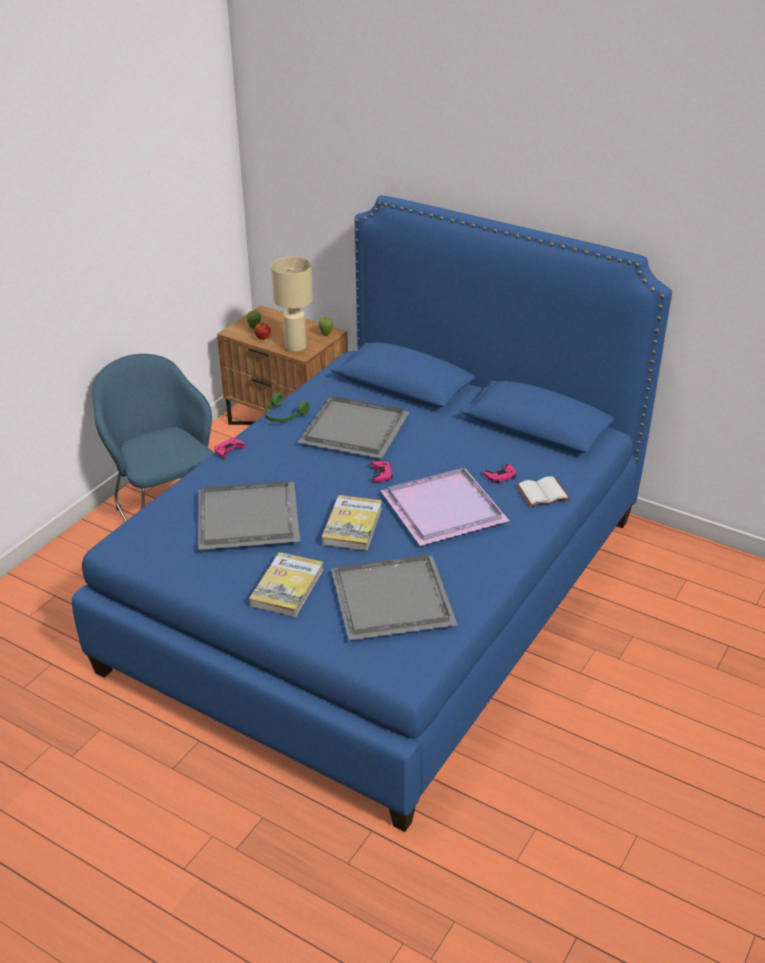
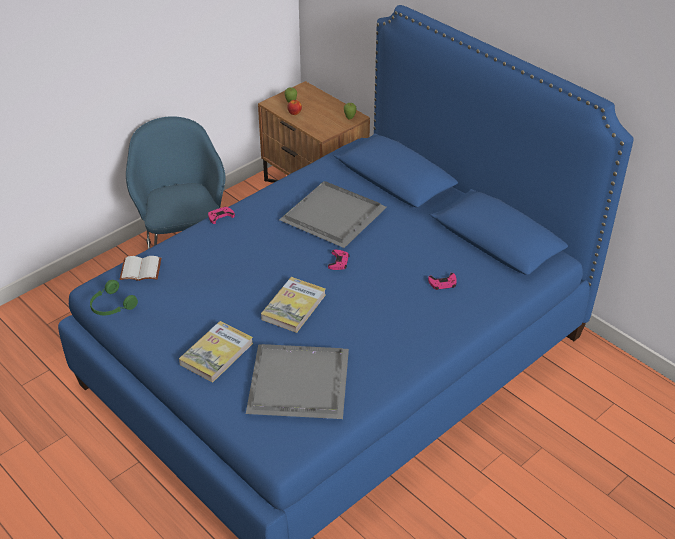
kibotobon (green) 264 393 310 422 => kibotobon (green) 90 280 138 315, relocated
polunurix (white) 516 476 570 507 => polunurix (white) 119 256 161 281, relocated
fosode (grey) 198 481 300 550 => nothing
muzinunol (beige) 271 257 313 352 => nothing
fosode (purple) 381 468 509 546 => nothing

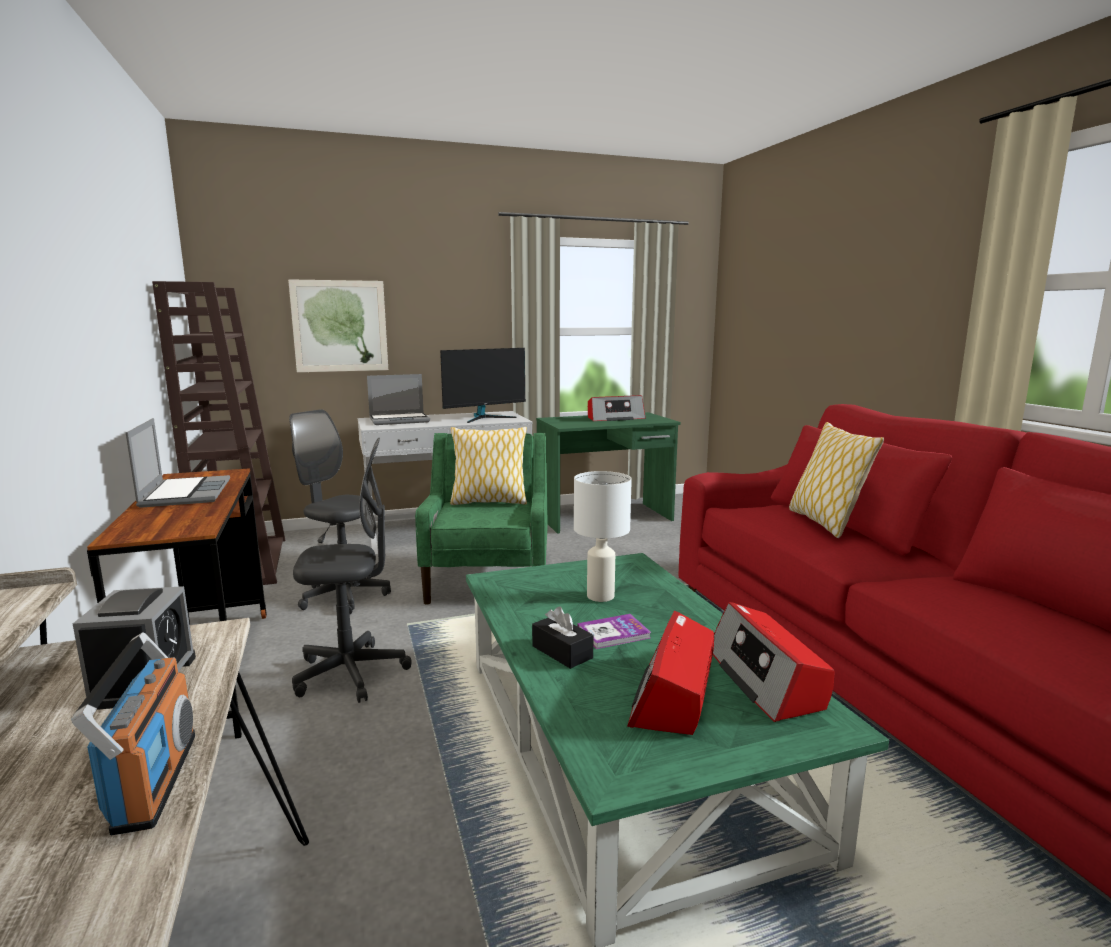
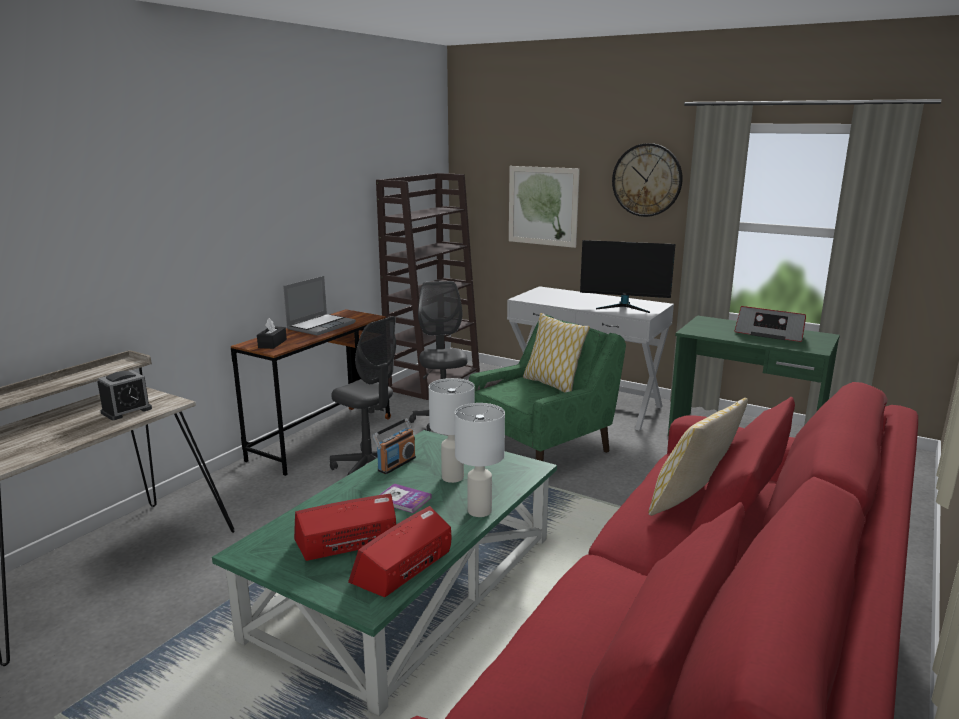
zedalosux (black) 532 606 594 669 => zedalosux (black) 257 318 287 349, relocated
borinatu 71 632 195 835 => borinatu 372 418 416 474, relocated
nothing => muzinunol (white) 455 403 505 517
nothing => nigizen 612 143 683 217
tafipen 367 374 430 425 => nothing

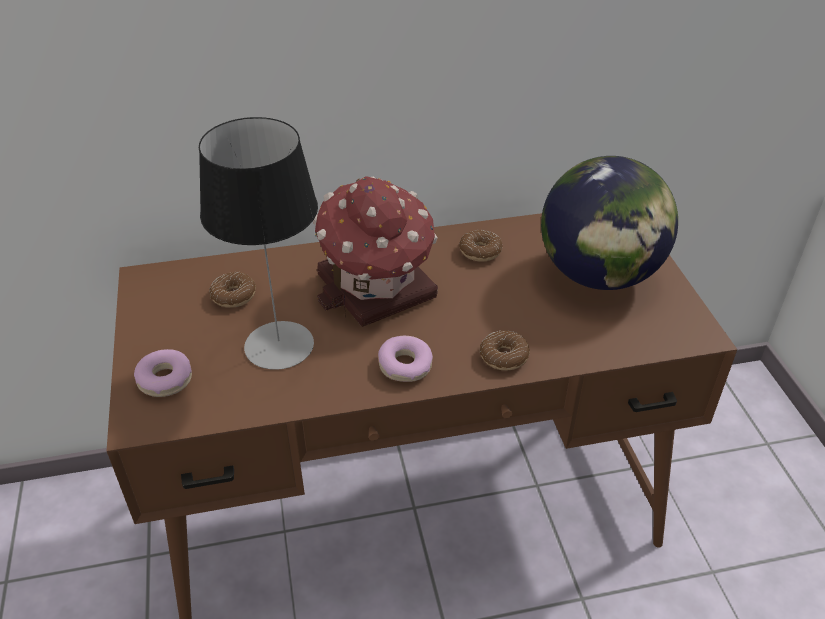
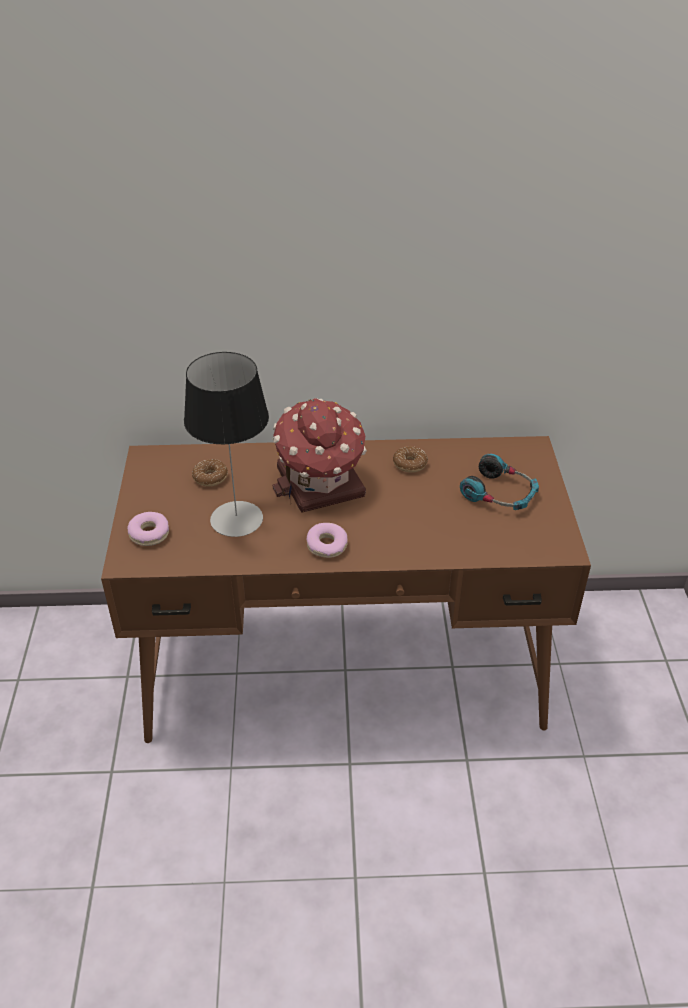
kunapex 541 156 678 290 => kibotobon 460 454 539 510
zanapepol 480 331 530 371 => nothing

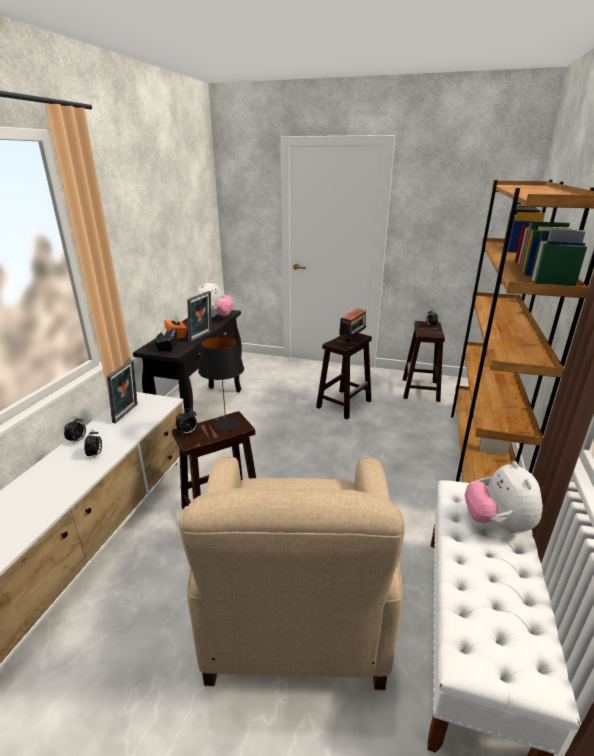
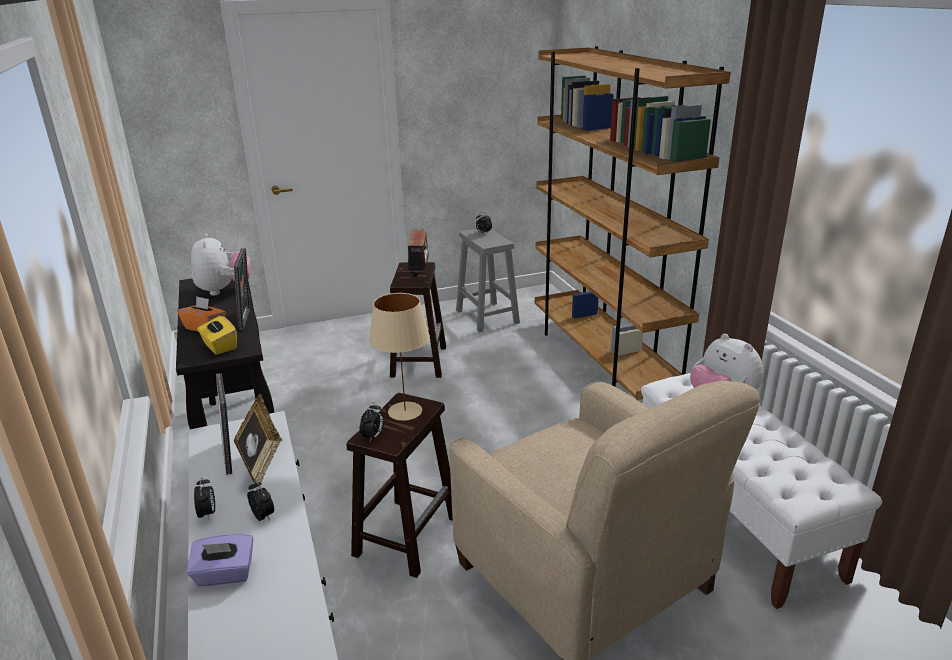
nothing => zedalosux (purple) 187 534 253 586
zedalosux (black) 154 325 177 351 => zedalosux (yellow) 197 316 237 355
nothing => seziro 234 393 282 487
muzinunol (black) 198 336 244 431 => muzinunol (beige) 369 293 430 421
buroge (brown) 403 321 445 402 => buroge (grey) 456 229 520 332

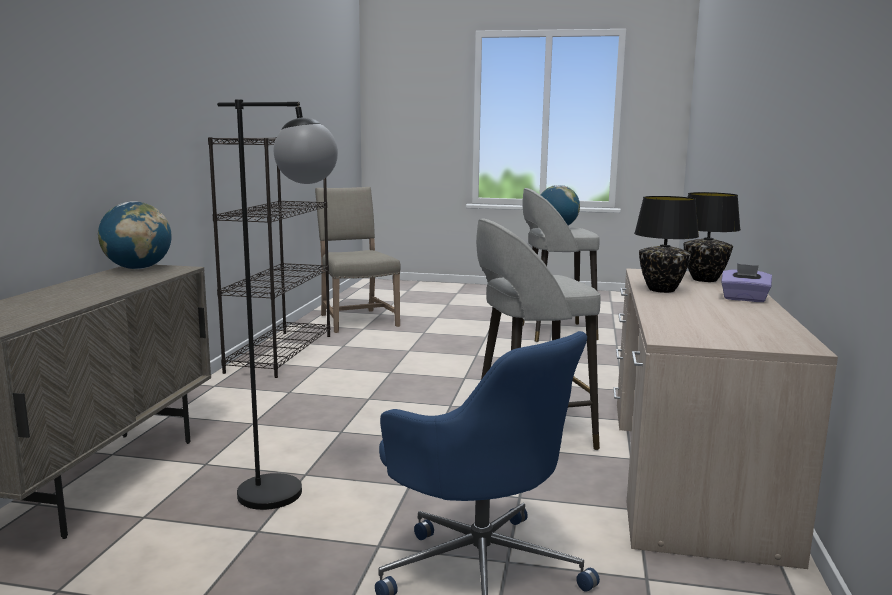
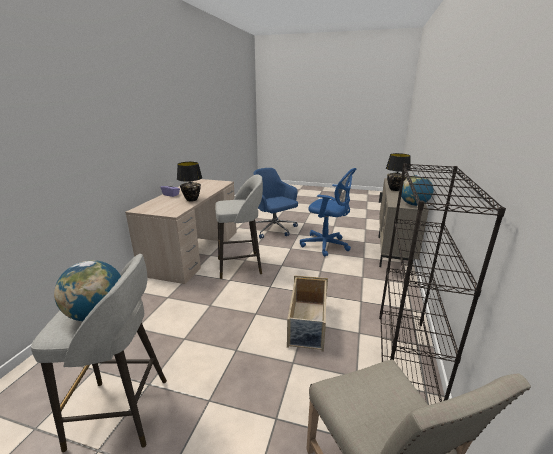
nothing => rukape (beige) 287 275 328 352
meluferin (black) 217 99 338 510 => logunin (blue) 300 168 356 257
muzinunol (black) 683 192 741 282 => muzinunol (black) 386 153 411 191, relocated

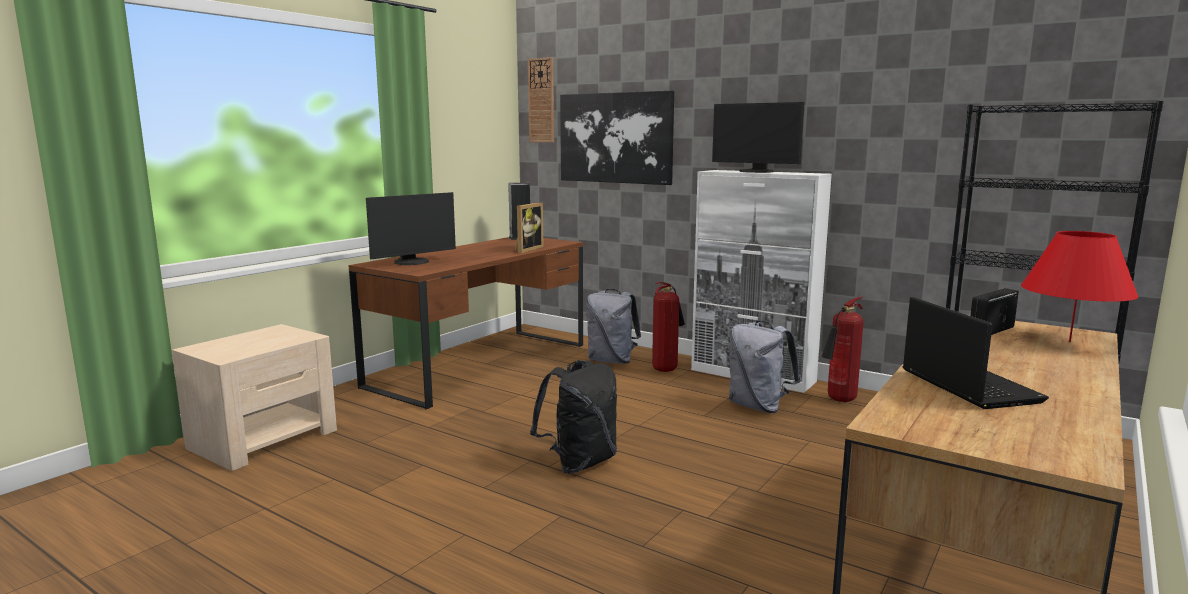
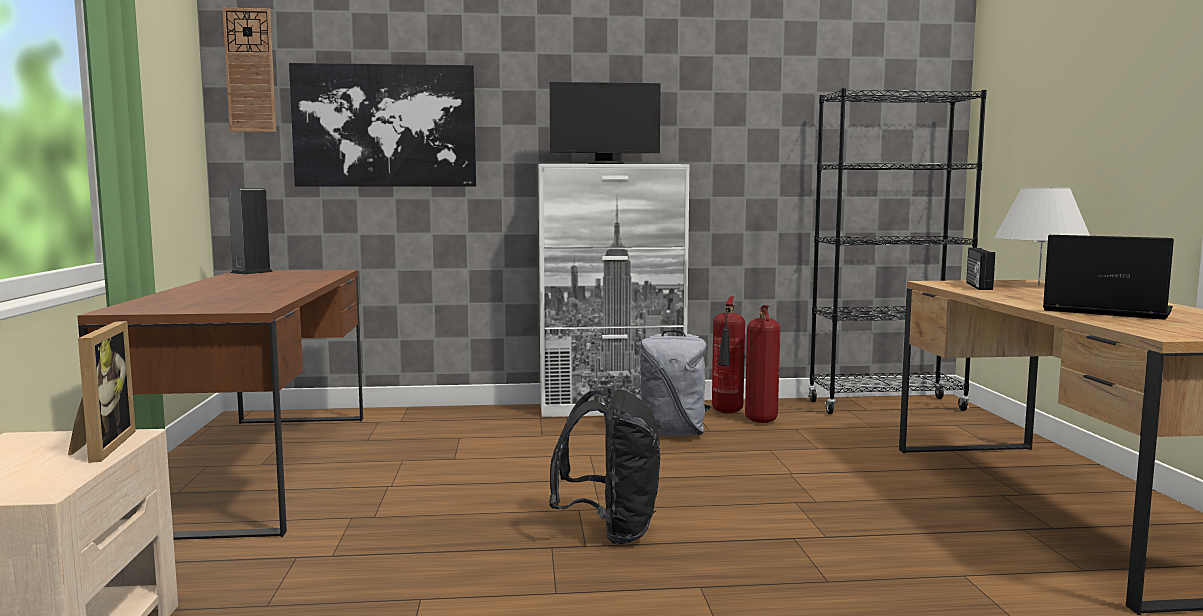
seziro 515 202 543 253 => seziro 68 321 136 463, relocated
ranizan 652 282 685 372 => ranizan 745 305 780 423, relocated
muzinunol (red) 1021 231 1139 342 => muzinunol (white) 994 188 1090 286
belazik 366 192 456 265 => nothing
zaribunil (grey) 586 289 641 364 => nothing

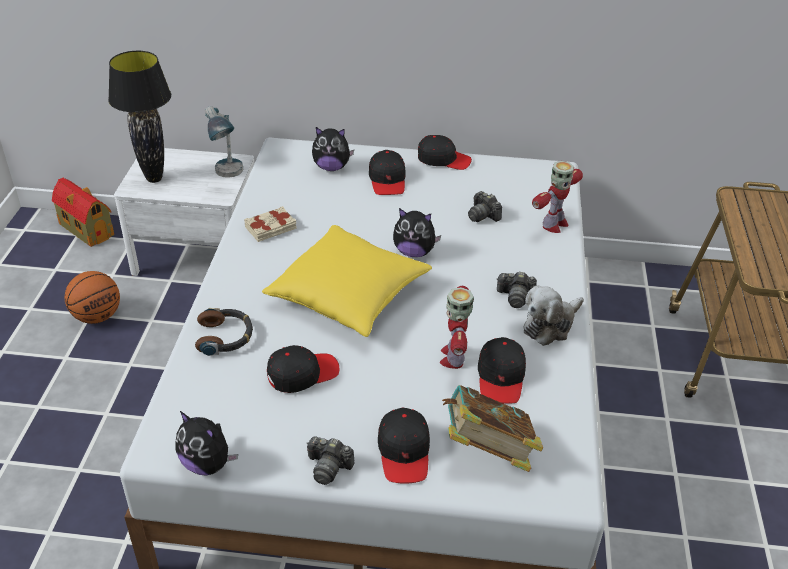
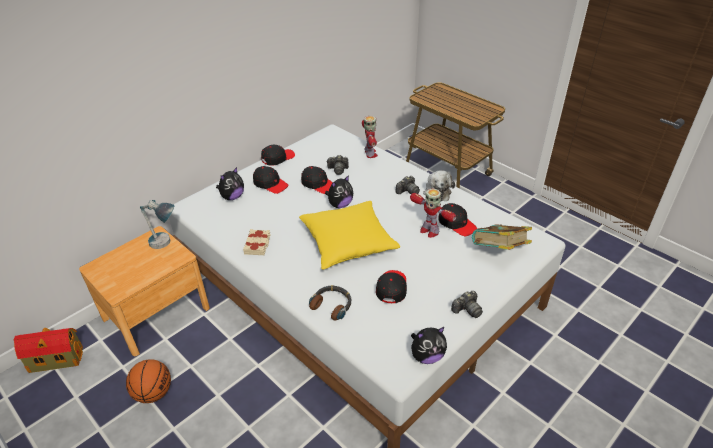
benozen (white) 114 148 255 276 => benozen (brown) 79 226 210 356
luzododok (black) 378 408 430 484 => luzododok (black) 301 166 332 194, relocated
muzinunol (black) 108 51 171 183 => nothing

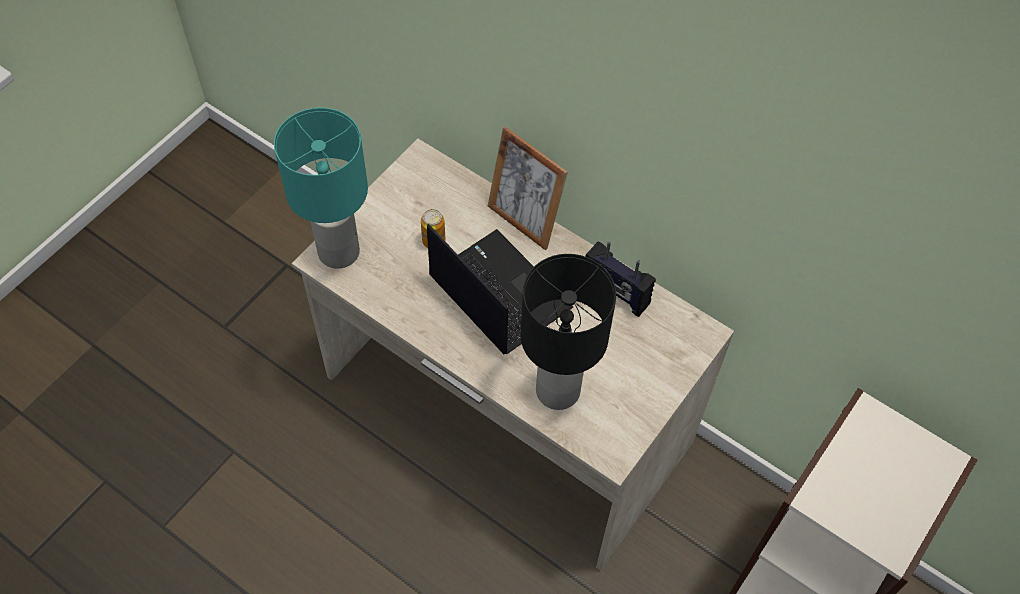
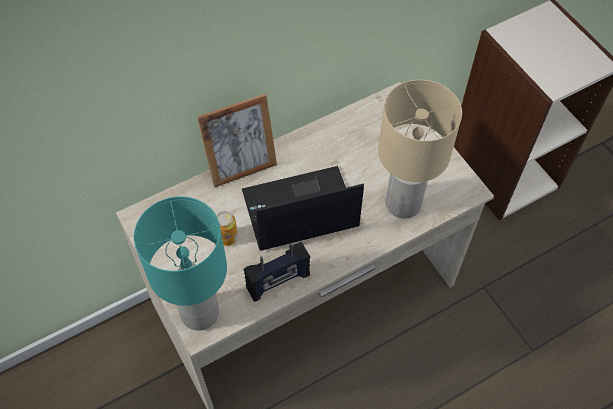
borinatu 585 241 656 317 => borinatu 244 242 310 302, relocated
muzinunol (black) 521 254 616 410 => muzinunol (beige) 378 80 462 219

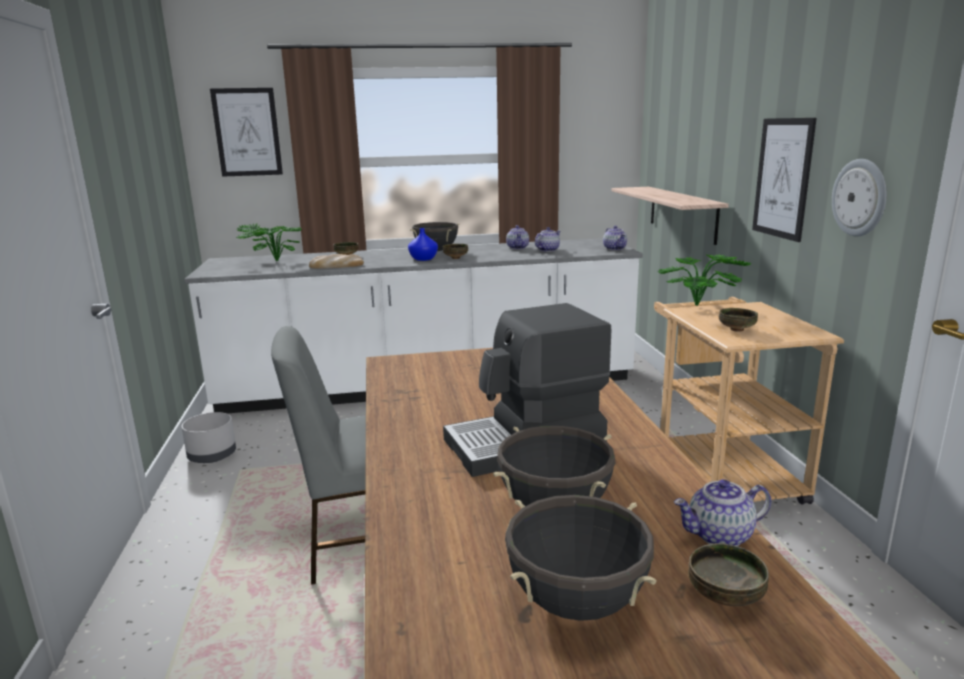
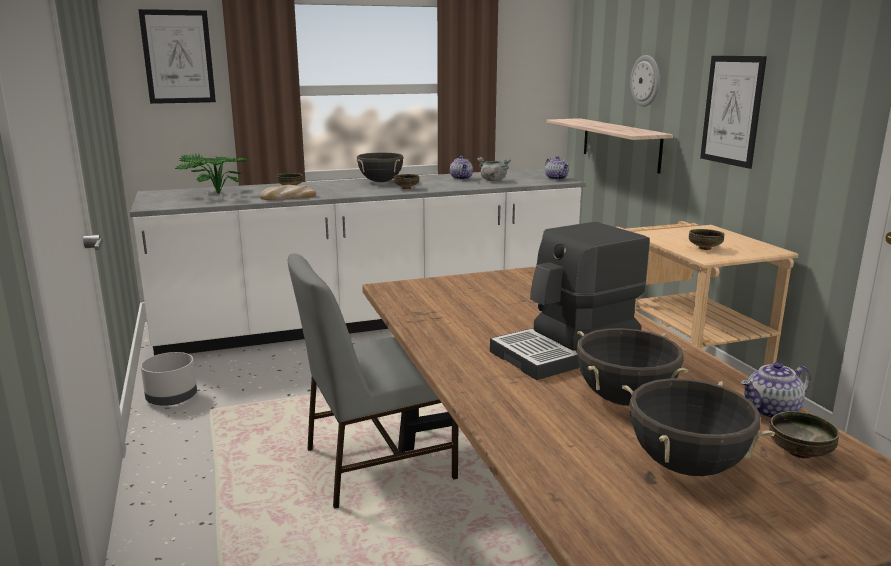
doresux 535 227 561 252 => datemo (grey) 477 157 511 181
nigizen 832 159 887 237 => nigizen 630 55 660 107, relocated
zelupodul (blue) 408 228 438 261 => nothing
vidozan 658 254 751 306 => nothing

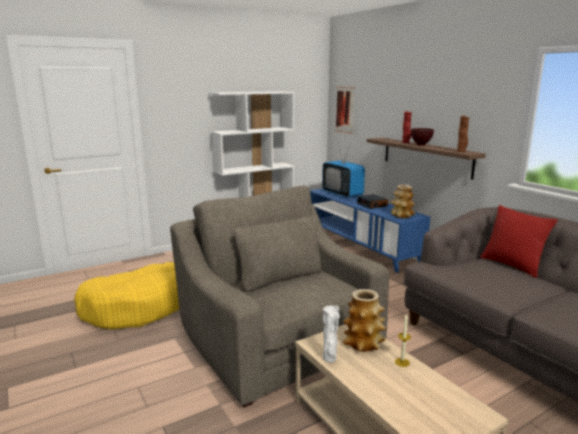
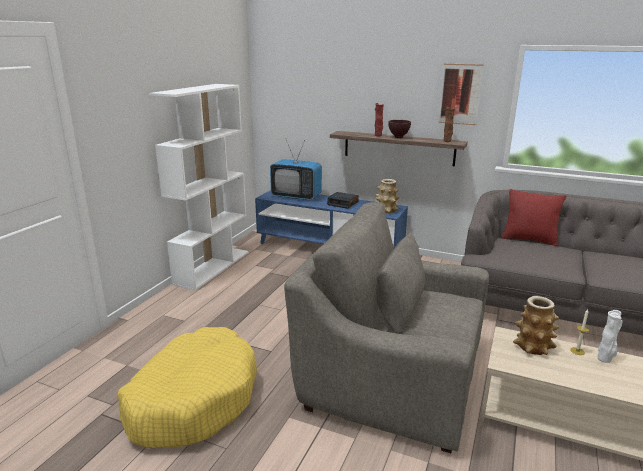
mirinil 335 87 355 134 => mirinil 438 64 484 125, relocated
zelupodul (white) 323 306 340 363 => zelupodul (white) 597 310 623 363, relocated

